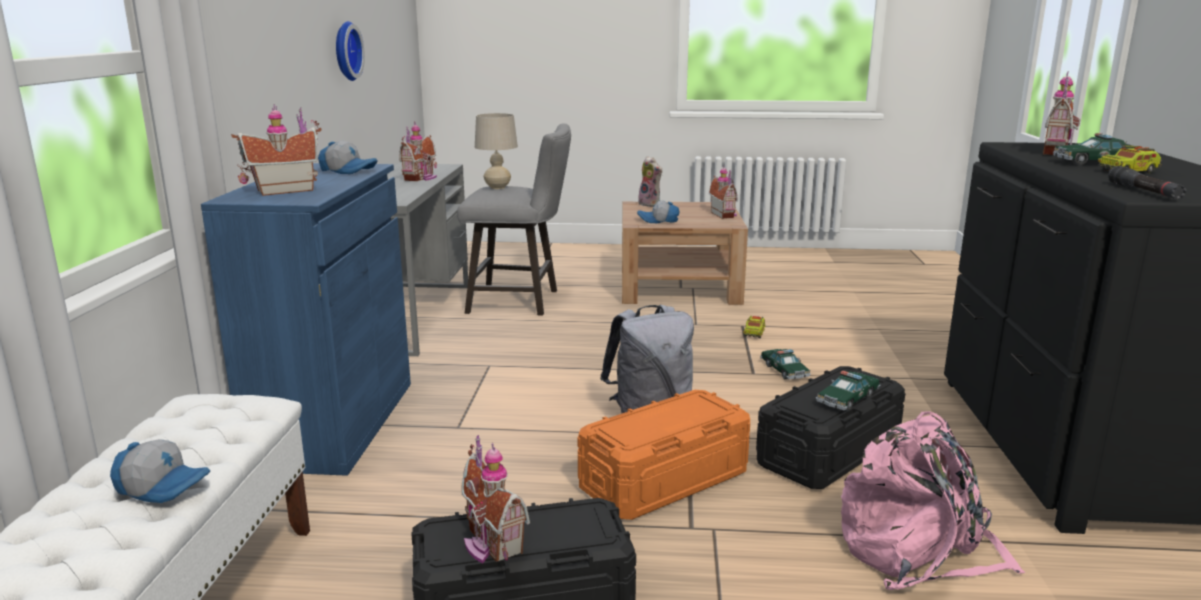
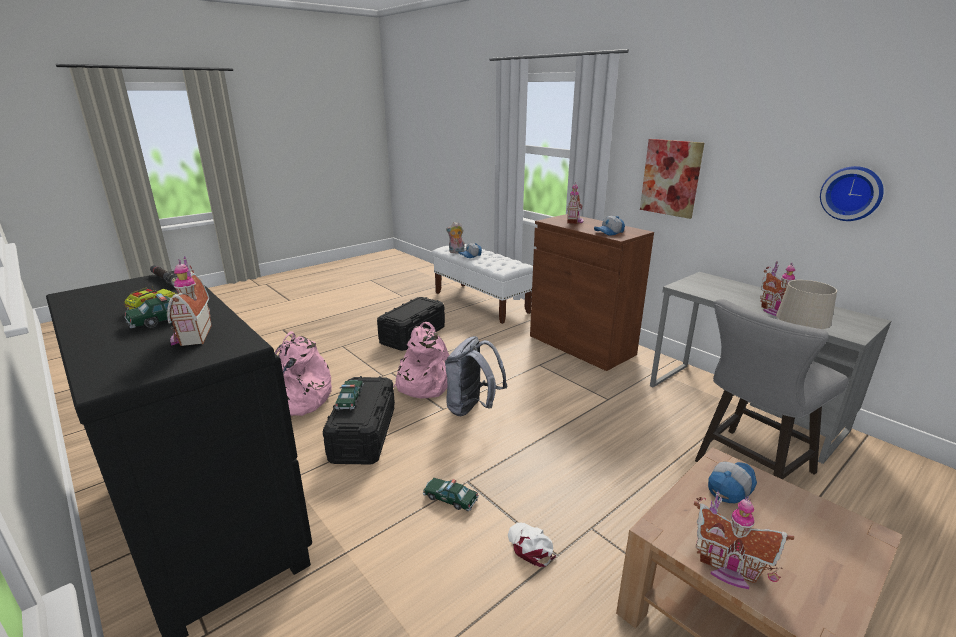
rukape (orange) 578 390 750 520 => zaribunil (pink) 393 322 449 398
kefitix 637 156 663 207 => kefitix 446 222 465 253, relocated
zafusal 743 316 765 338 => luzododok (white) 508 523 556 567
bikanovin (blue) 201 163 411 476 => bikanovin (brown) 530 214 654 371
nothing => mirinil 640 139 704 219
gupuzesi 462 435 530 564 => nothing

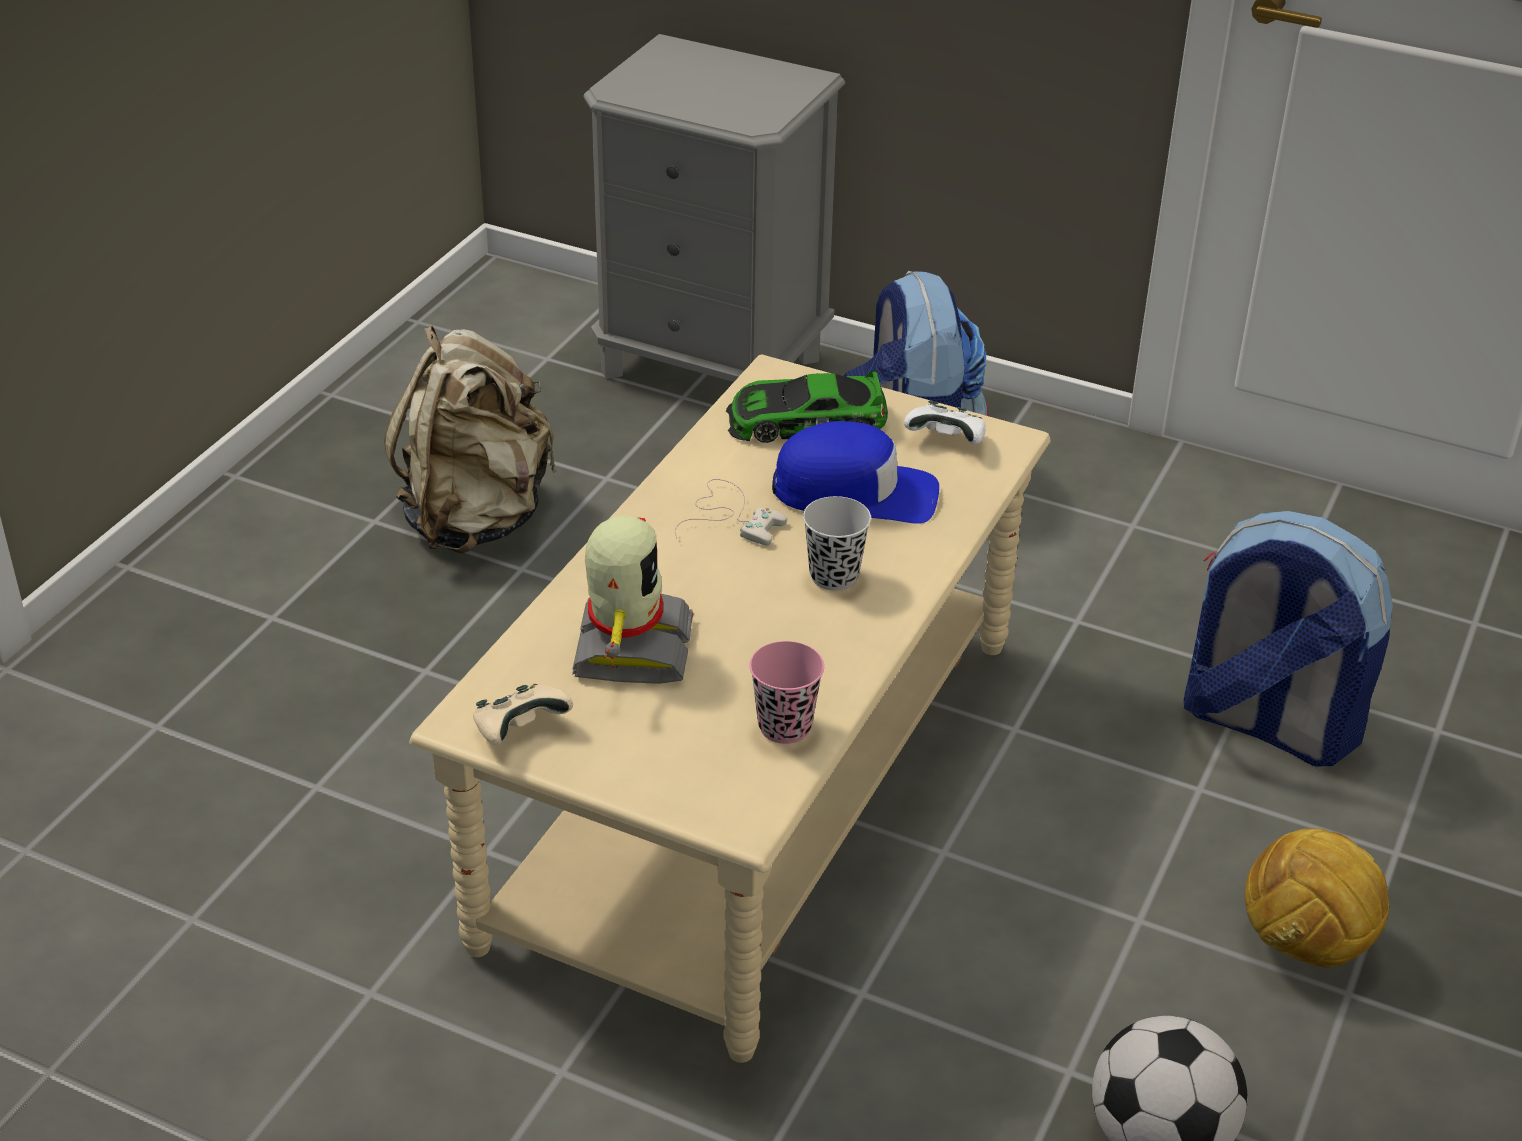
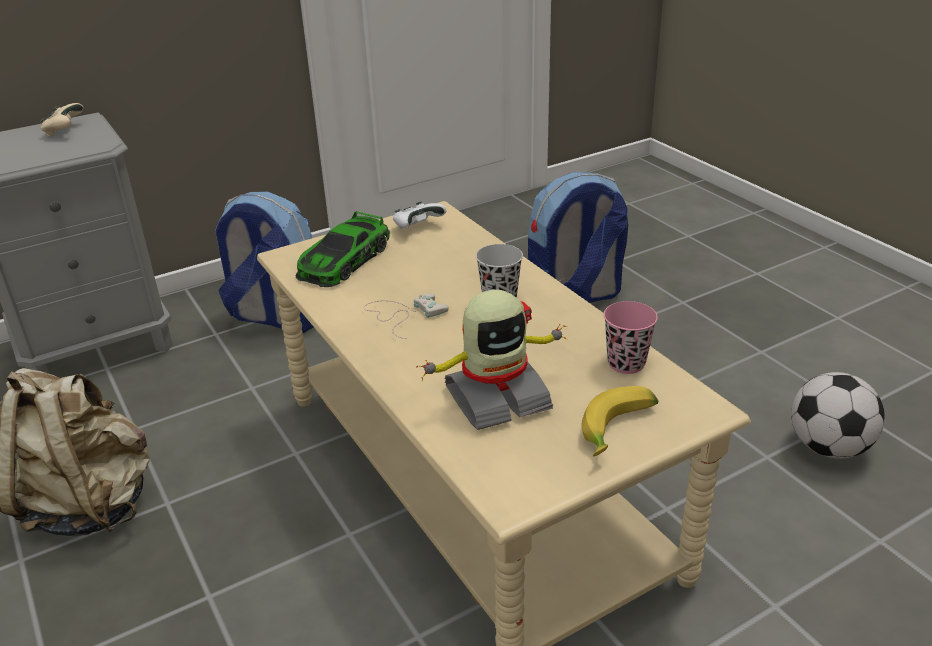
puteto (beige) 473 684 573 745 => puteto (beige) 40 103 83 137, relocated
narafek 572 515 693 684 => narafek 416 290 568 430, 120 degrees clockwise
nothing => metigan 581 386 658 456
luzododok (blue) 772 421 939 524 => nothing
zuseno 1245 828 1389 968 => nothing

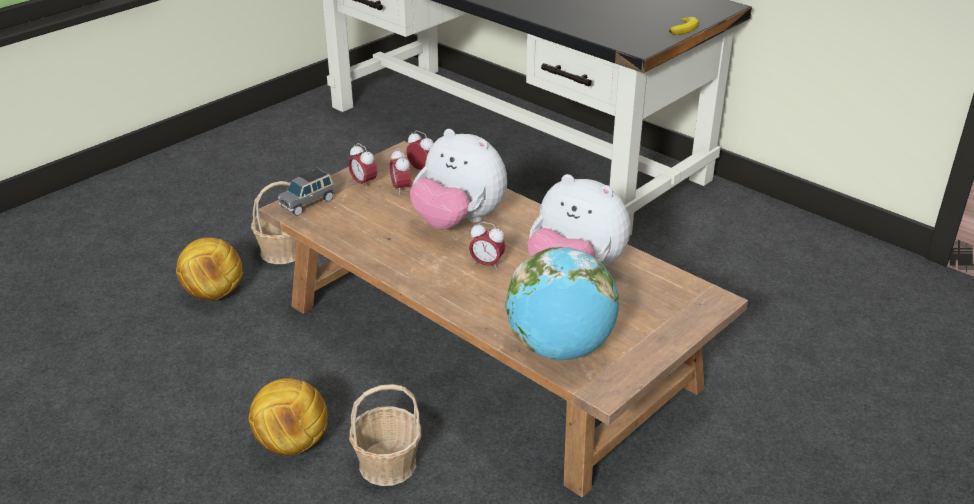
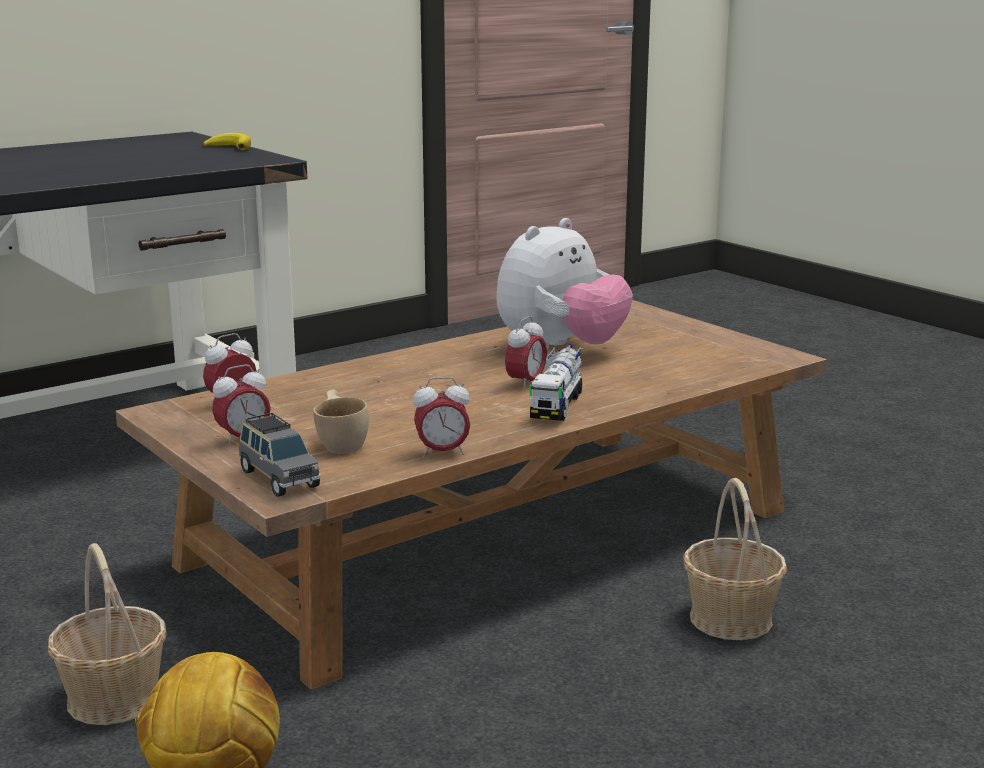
nothing => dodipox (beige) 313 389 369 454
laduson 390 148 412 195 => laduson 414 377 470 457, relocated
nothing => zafusal 530 344 582 421
zuseno 249 378 328 456 => nothing
kefitix 410 129 507 230 => nothing
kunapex 505 247 619 360 => nothing

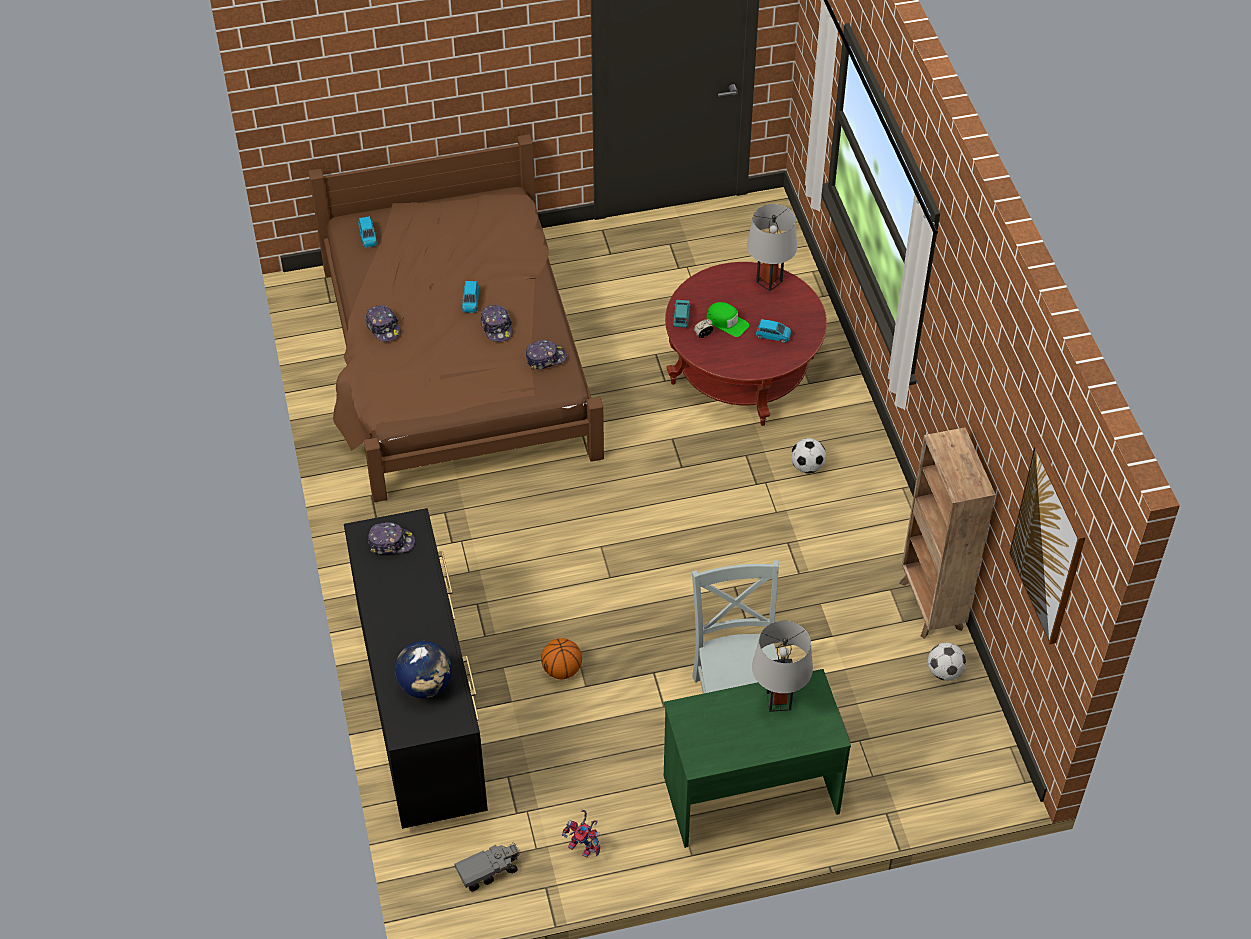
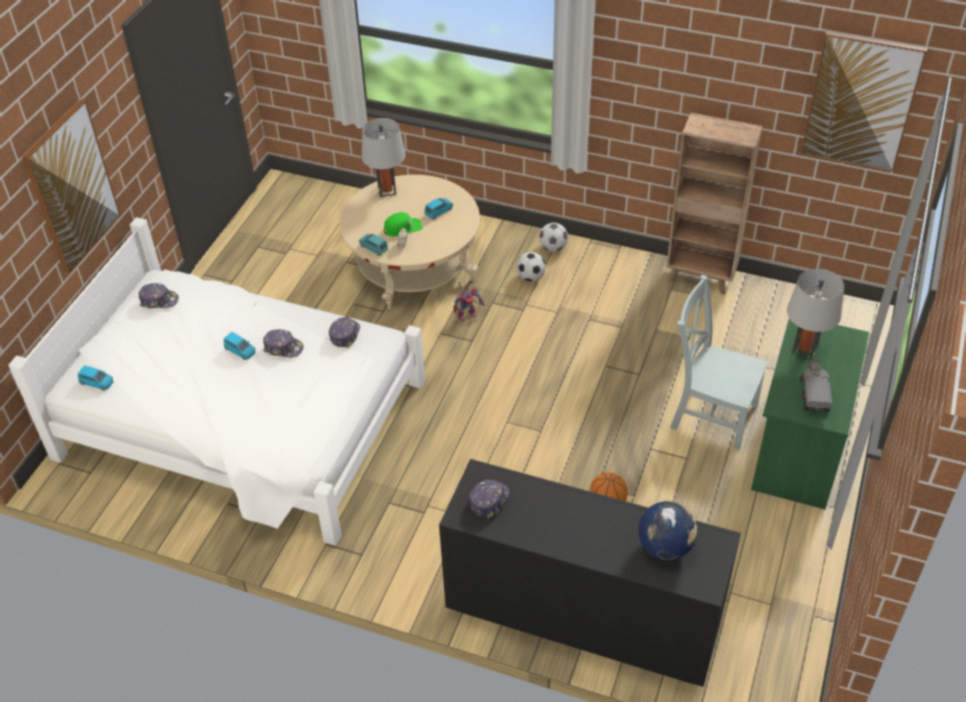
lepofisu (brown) 308 134 604 502 => lepofisu (white) 9 217 425 546
nothing => mirinil 22 99 121 274
luzododok 366 305 400 342 => luzododok 139 283 179 308, relocated
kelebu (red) 665 262 827 426 => kelebu (beige) 339 175 480 309
narafek 562 810 600 858 => narafek 453 281 485 321, relocated
zuseno 928 642 966 681 => zuseno 539 223 568 252, relocated
zafusal 455 842 521 892 => zafusal 800 360 832 412, relocated

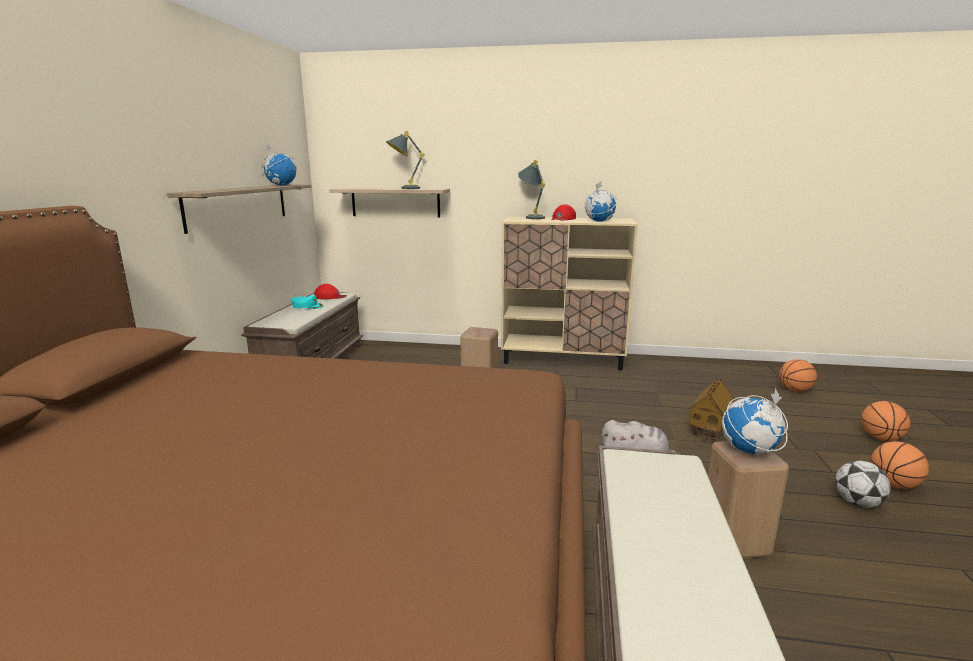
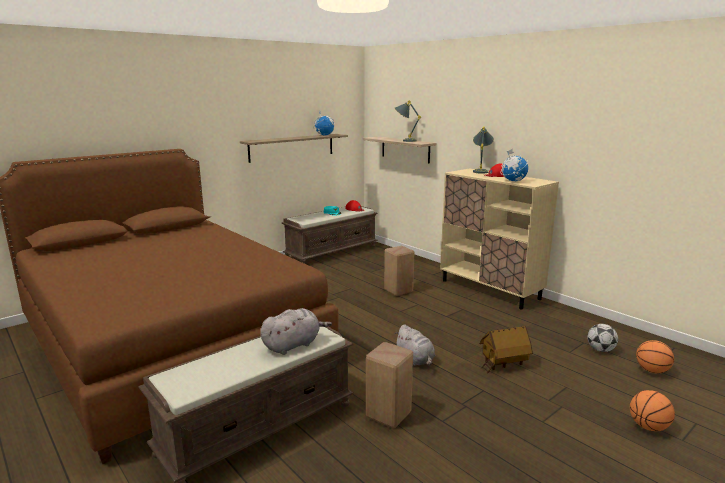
nothing => kefitix (grey) 260 308 332 355
zuseno 835 461 891 508 => zuseno 587 324 618 352, relocated
kunapex 722 388 788 455 => nothing
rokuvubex 871 441 929 489 => nothing

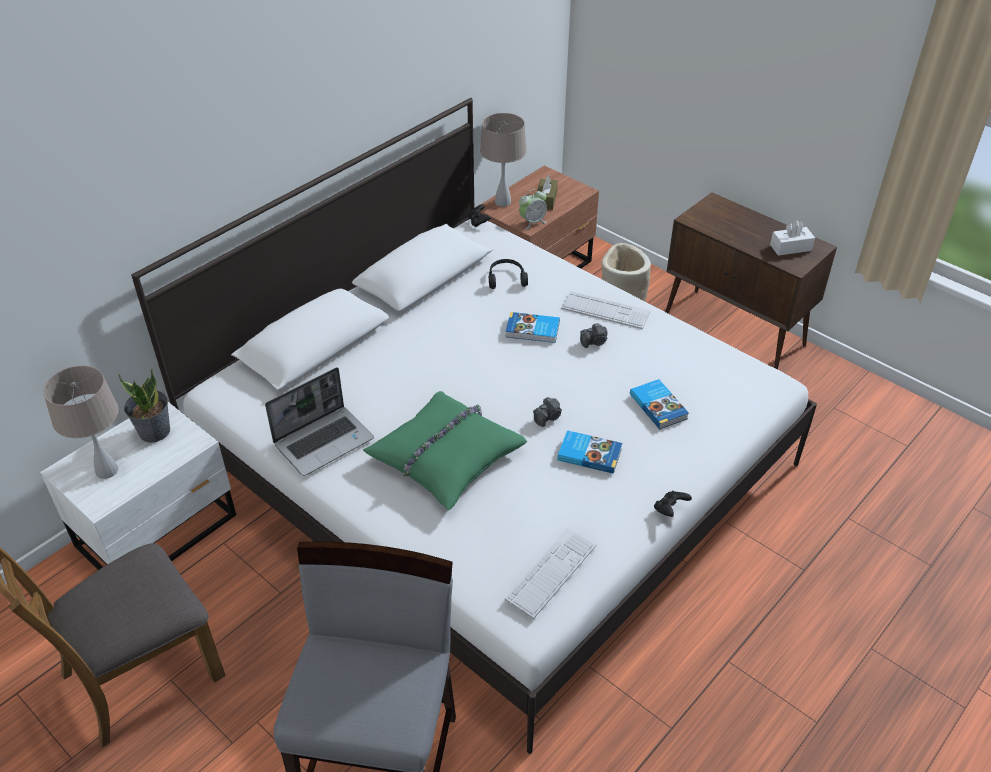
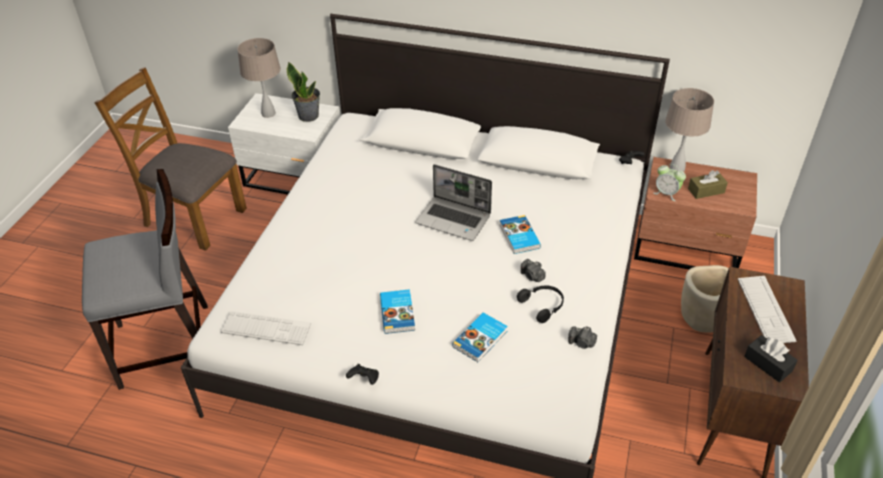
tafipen 265 367 374 476 => tafipen 415 164 492 241, relocated
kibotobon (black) 489 259 528 289 => kibotobon (black) 517 285 564 323, relocated
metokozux 533 397 562 427 => metokozux 568 326 597 349, relocated
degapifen 561 291 650 329 => degapifen 738 276 796 343, relocated
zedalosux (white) 770 220 815 256 => zedalosux (black) 744 335 798 382
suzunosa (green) 363 391 527 510 => nothing

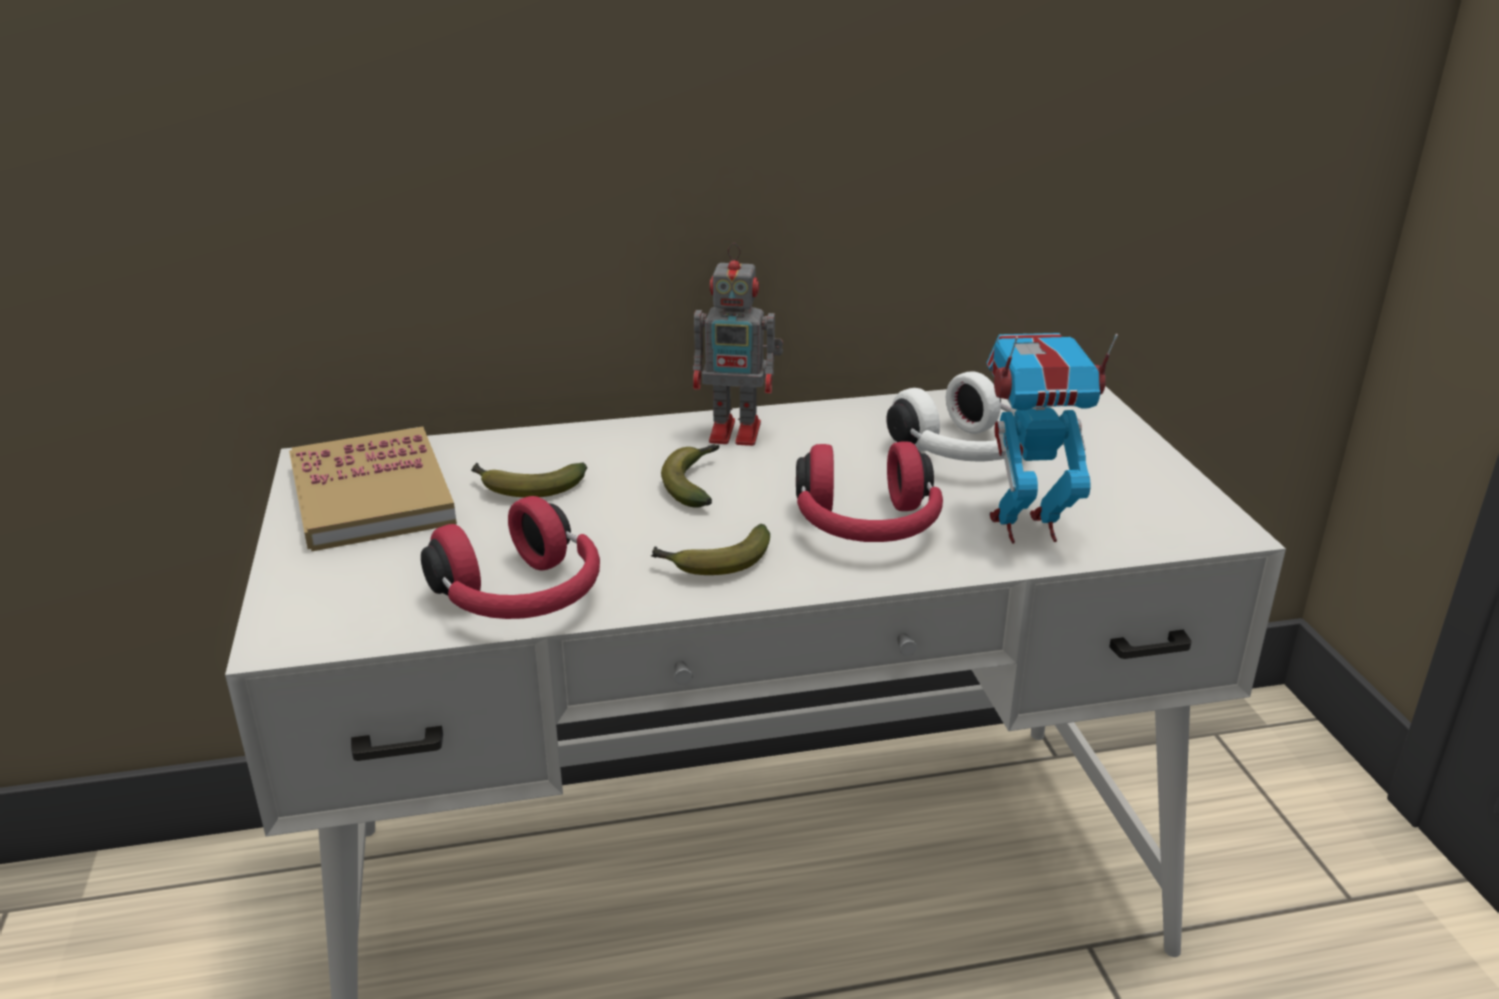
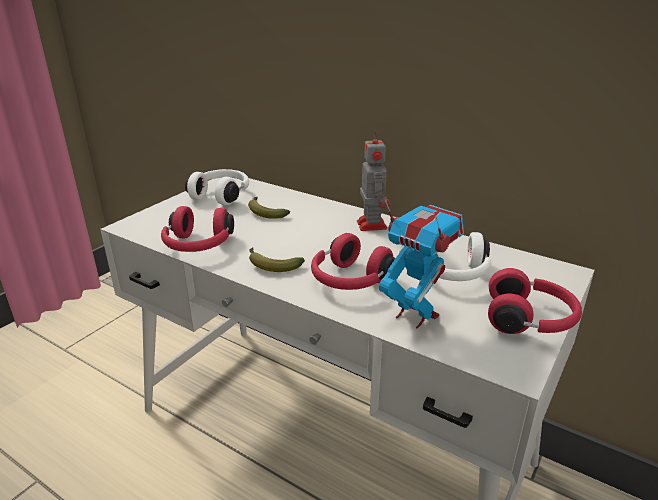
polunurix 289 426 457 551 => kibotobon (white) 185 169 249 205
narafek 693 243 783 446 => narafek 357 130 390 231, 150 degrees counterclockwise
nothing => kibotobon (red) 488 268 582 334
metigan 661 445 719 508 => nothing

